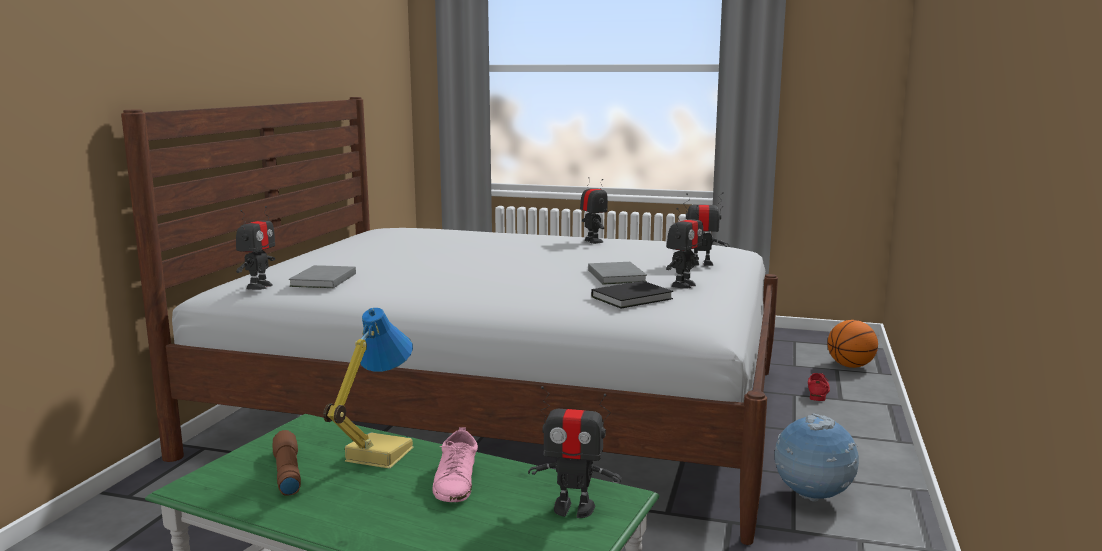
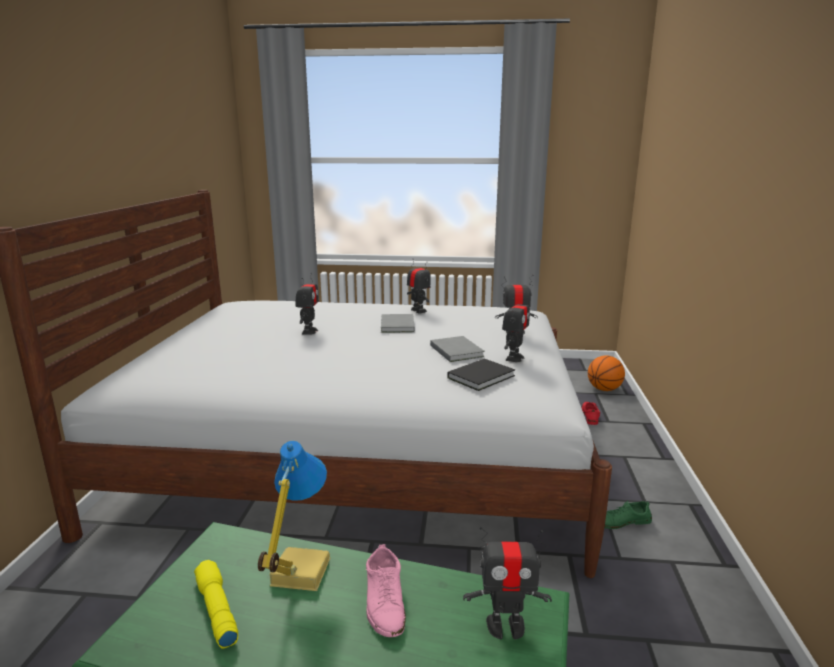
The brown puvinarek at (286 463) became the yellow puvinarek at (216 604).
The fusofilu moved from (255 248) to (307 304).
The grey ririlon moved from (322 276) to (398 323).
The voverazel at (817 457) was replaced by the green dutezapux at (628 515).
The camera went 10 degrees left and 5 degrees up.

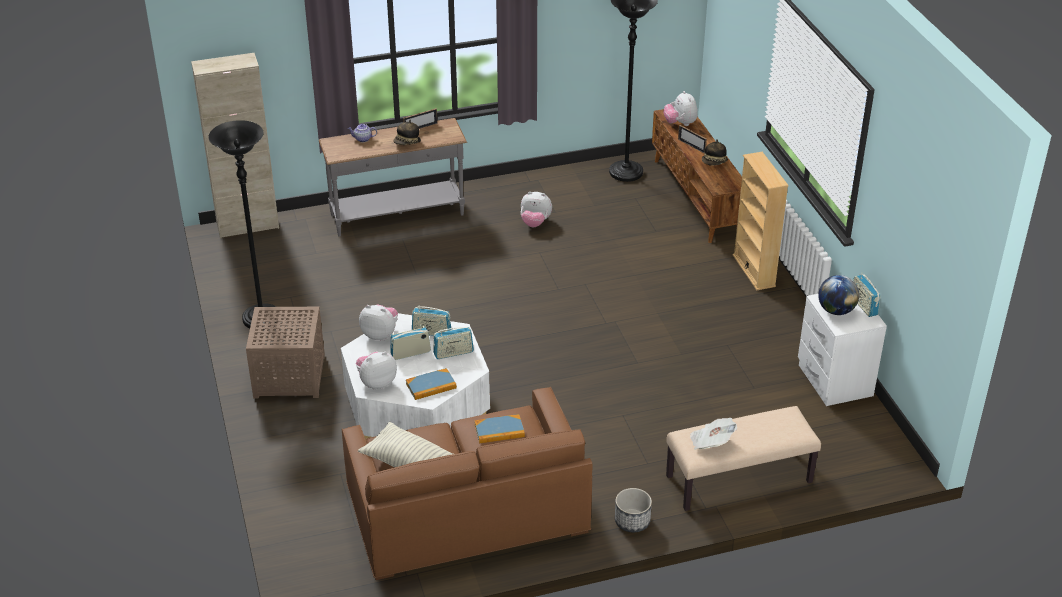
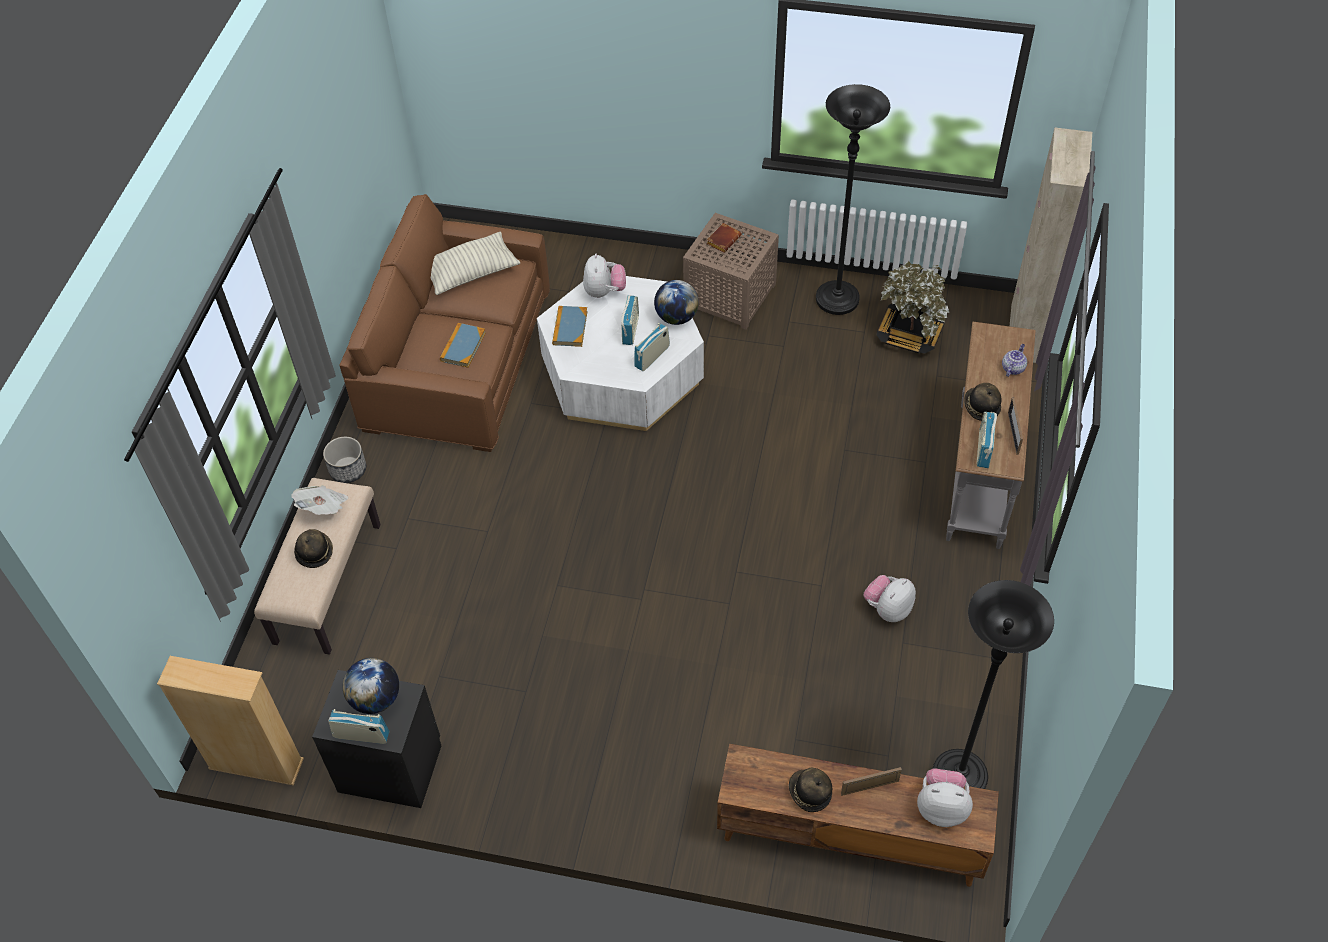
The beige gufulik moved from (761 221) to (230 721).
The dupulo at (313 548) appeared.
The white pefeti at (842 350) became the black pefeti at (376 739).
The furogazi at (378 322) was replaced by the voverazel at (676 302).
The brown ririlon at (723 238) appeared.
The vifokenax at (913 307) appeared.
The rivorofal moved from (453 343) to (987 440).
The camera went 120 degrees right and 15 degrees up.

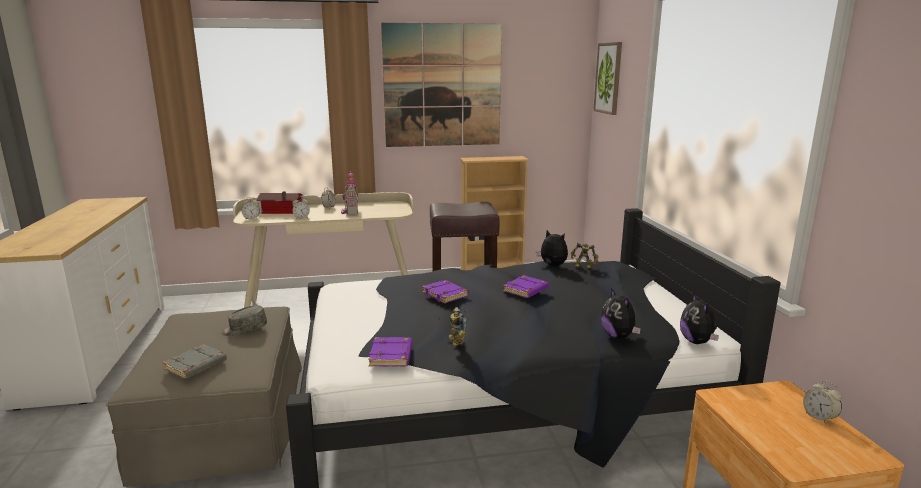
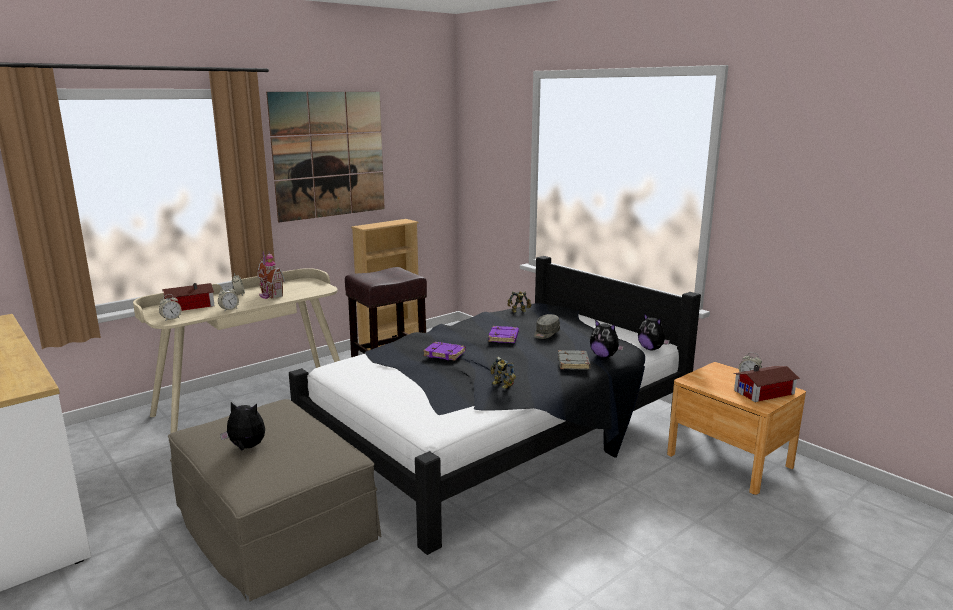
The furogazi moved from (552 248) to (242 426).
The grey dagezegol moved from (244 320) to (547 326).
The grey ririlon moved from (195 361) to (574 360).
The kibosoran at (766 383) appeared.
The purple ririlon at (390 352) disappeared.
The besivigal at (607 78) disappeared.
The camera went 30 degrees left and 0 degrees up.

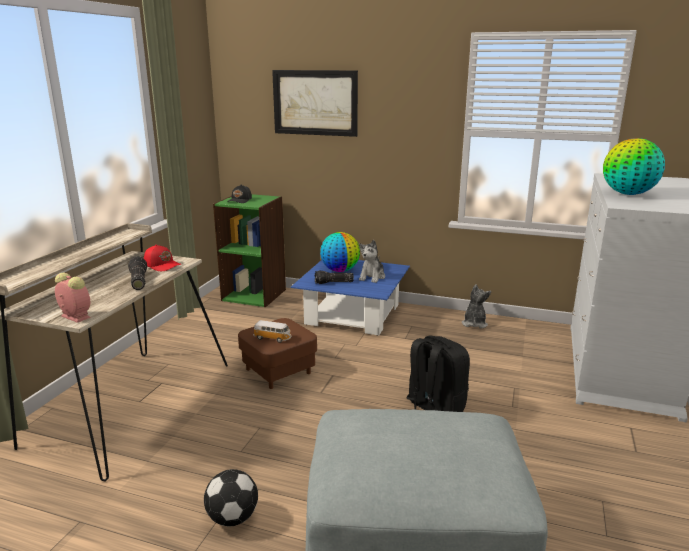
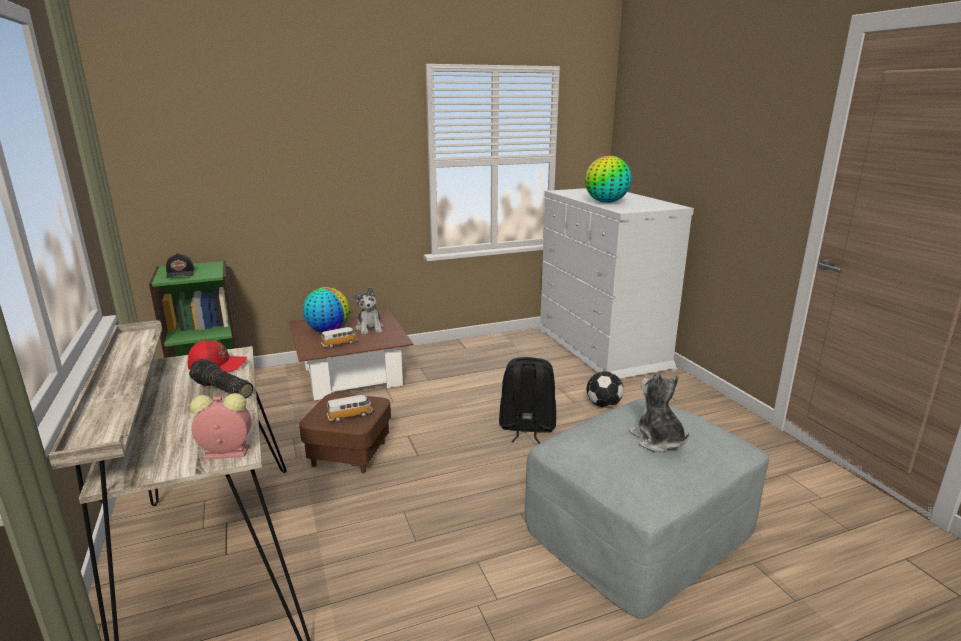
The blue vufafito at (350 298) became the brown vufafito at (351 355).
The puvinarek at (334 277) was replaced by the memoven at (339 338).
The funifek moved from (231 497) to (605 389).
The furogazi moved from (476 306) to (659 411).
The besivigal at (315 103) disappeared.
The camera went 40 degrees left and 0 degrees up.

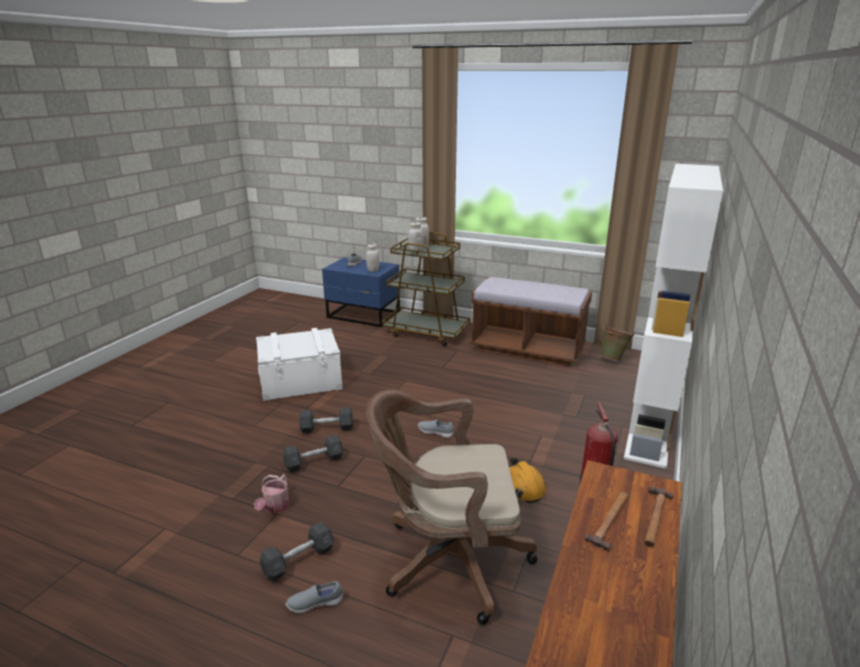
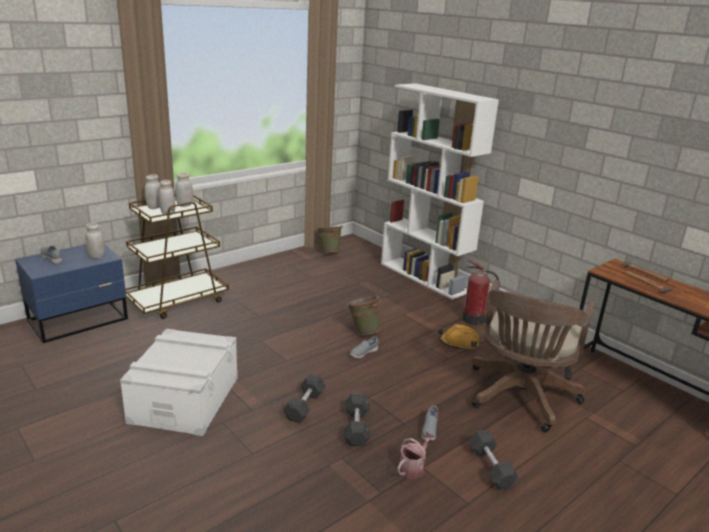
The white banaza at (184 190) appeared.
The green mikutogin at (364 314) appeared.
The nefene at (272 494) turned 90 degrees counterclockwise.
The grey dutezapux moved from (314 597) to (429 423).
The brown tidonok at (531 322) disappeared.
The camera went 65 degrees left and 0 degrees up.

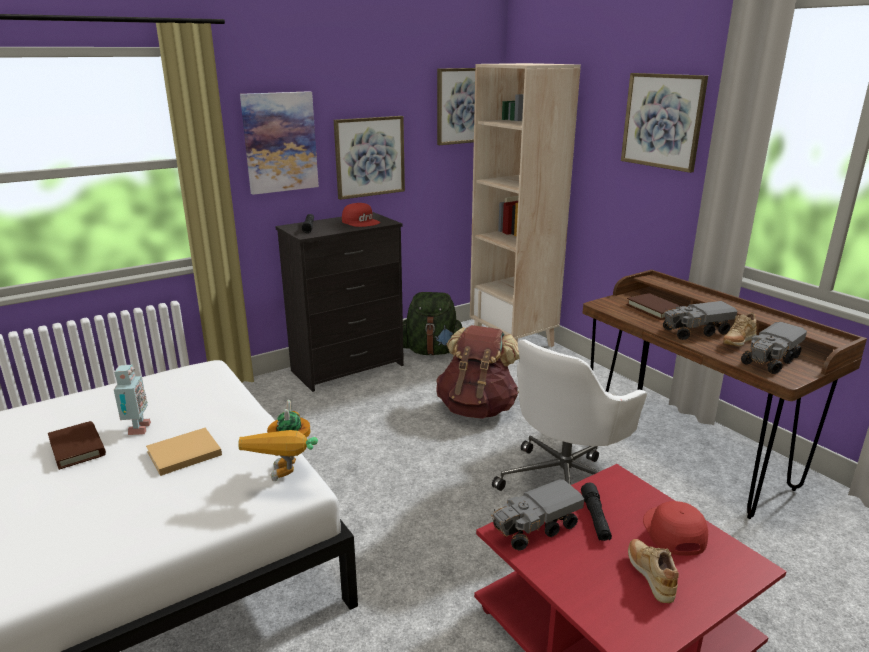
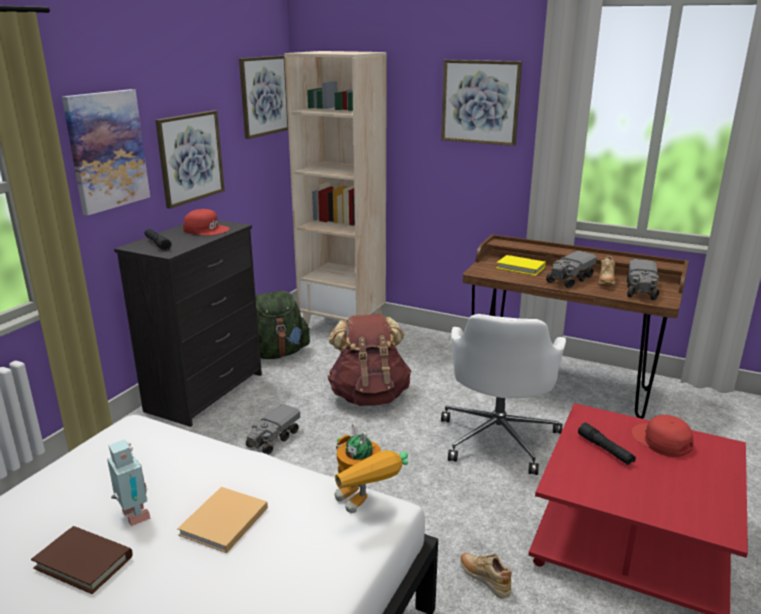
The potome moved from (537 515) to (273 429).
The beige dutezapux moved from (653 571) to (486 576).
The brown ririlon at (653 306) became the yellow ririlon at (521 265).
The camera went 30 degrees left and 0 degrees up.

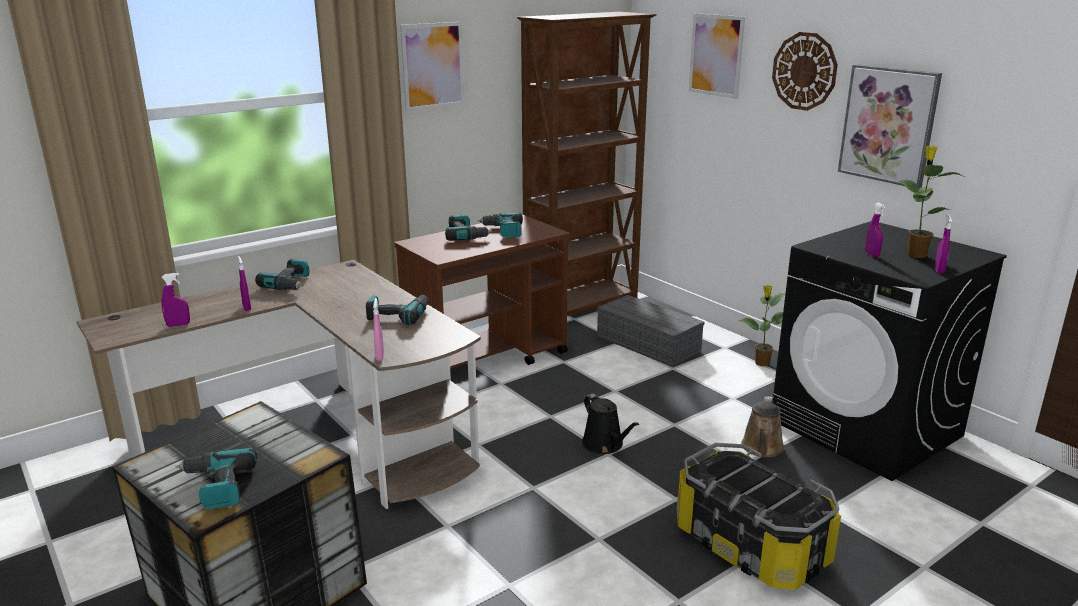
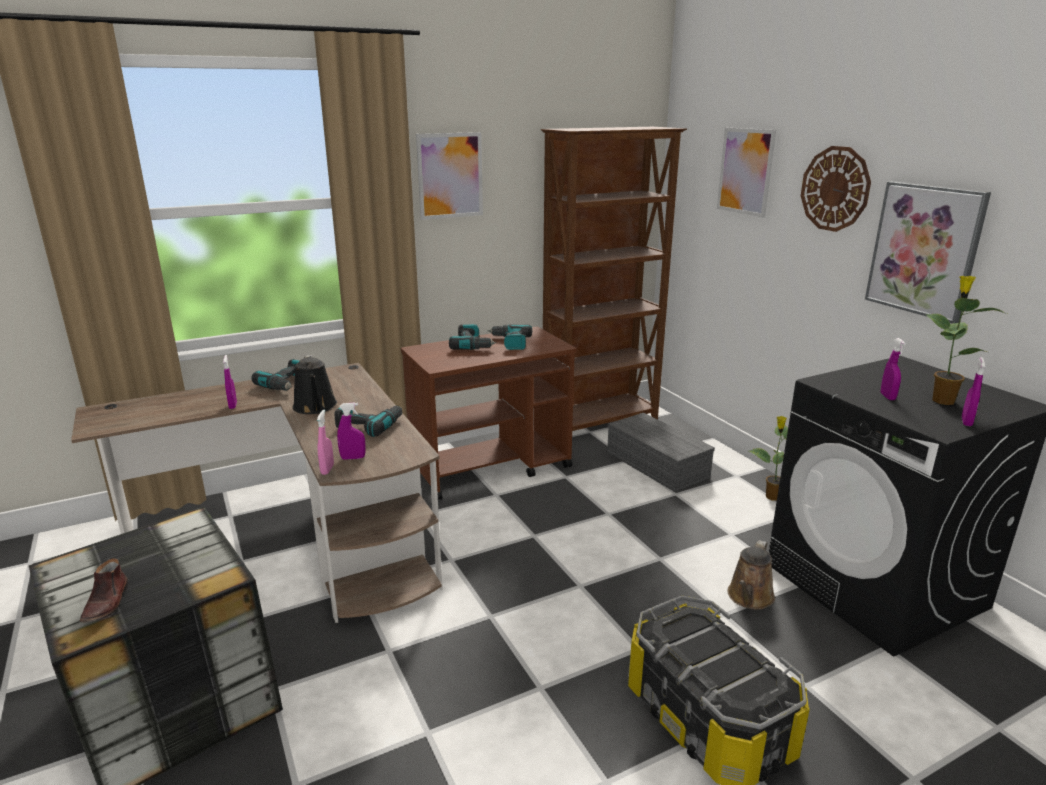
The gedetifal at (216 478) was replaced by the brown dutezapux at (103 590).
The black nefene moved from (610 423) to (315 384).
The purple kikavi moved from (175 300) to (351 431).
The camera went 10 degrees right and 0 degrees up.

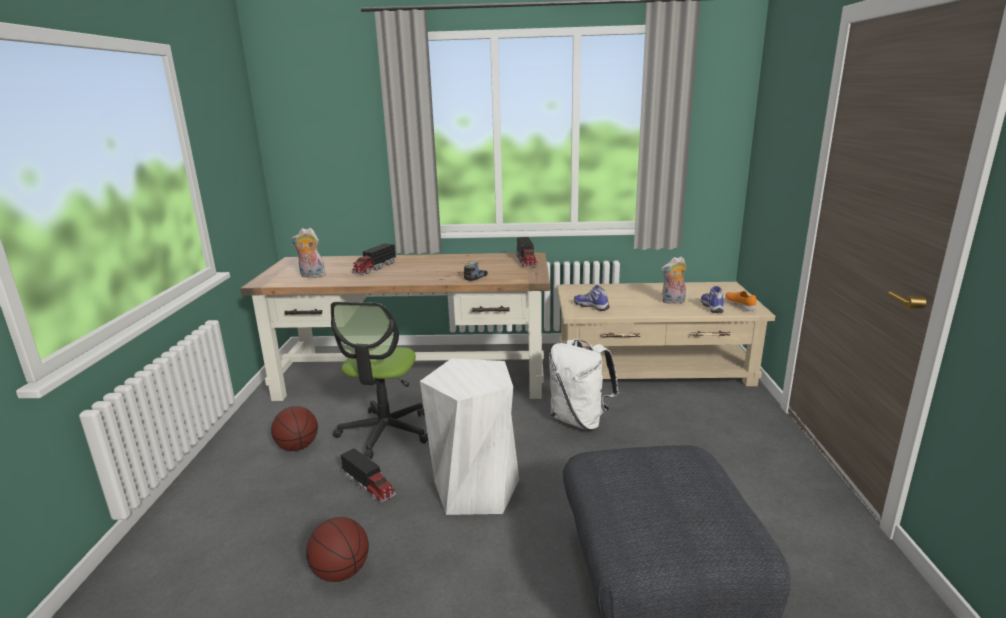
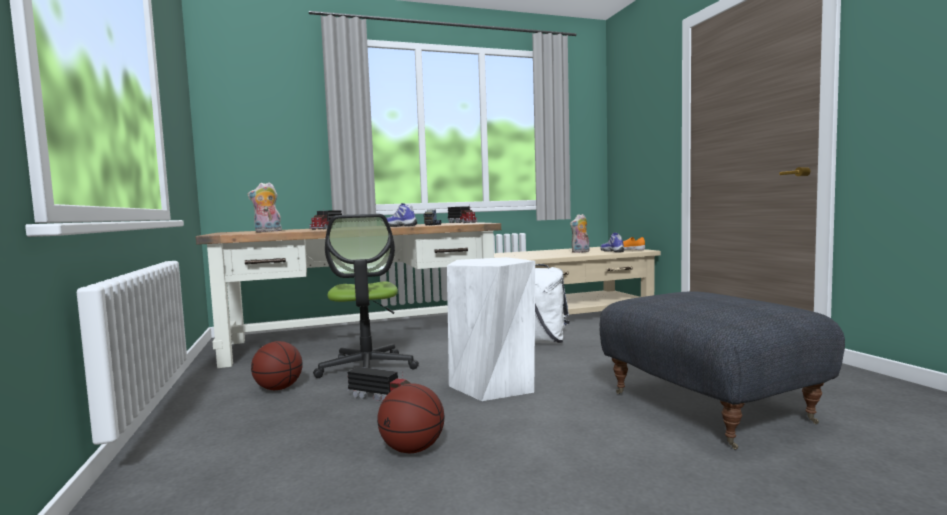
The dutezapux moved from (592 298) to (402 215).
The camera went 20 degrees left and 15 degrees down.

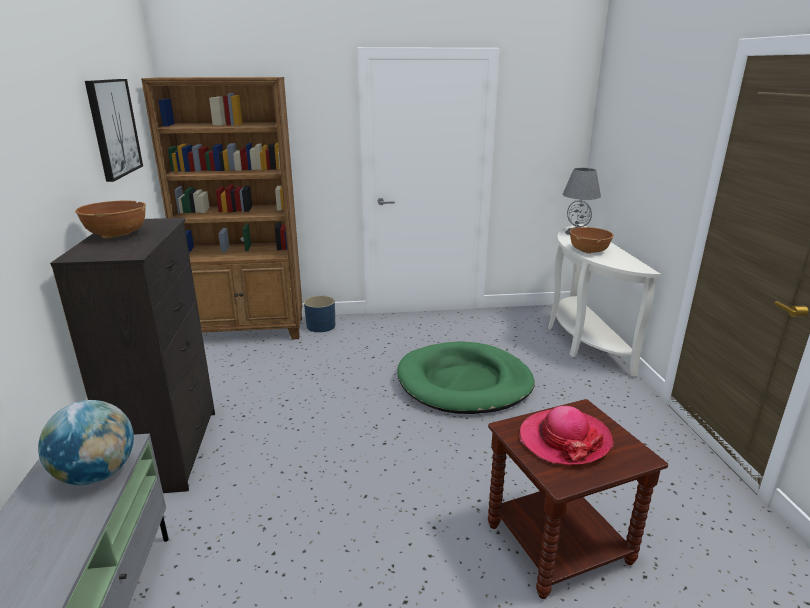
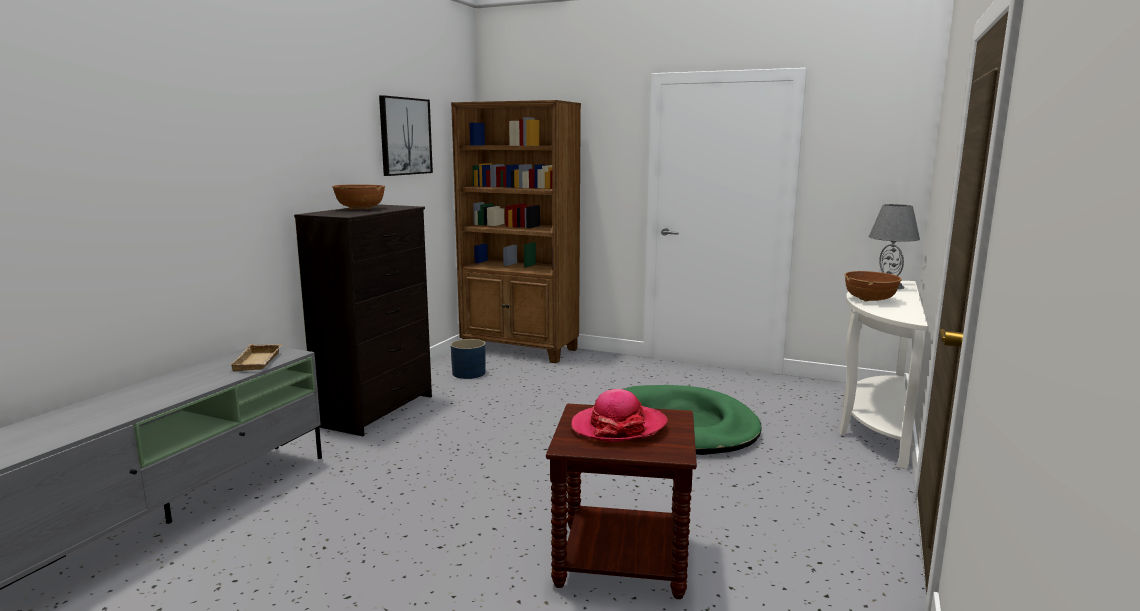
The voverazel at (86 442) was replaced by the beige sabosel at (255 358).
The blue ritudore moved from (319 314) to (468 359).
The camera went 30 degrees right and 10 degrees down.

